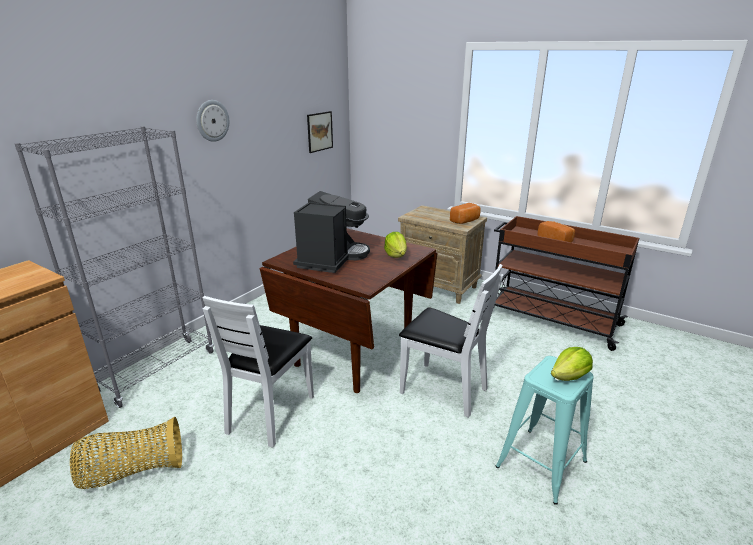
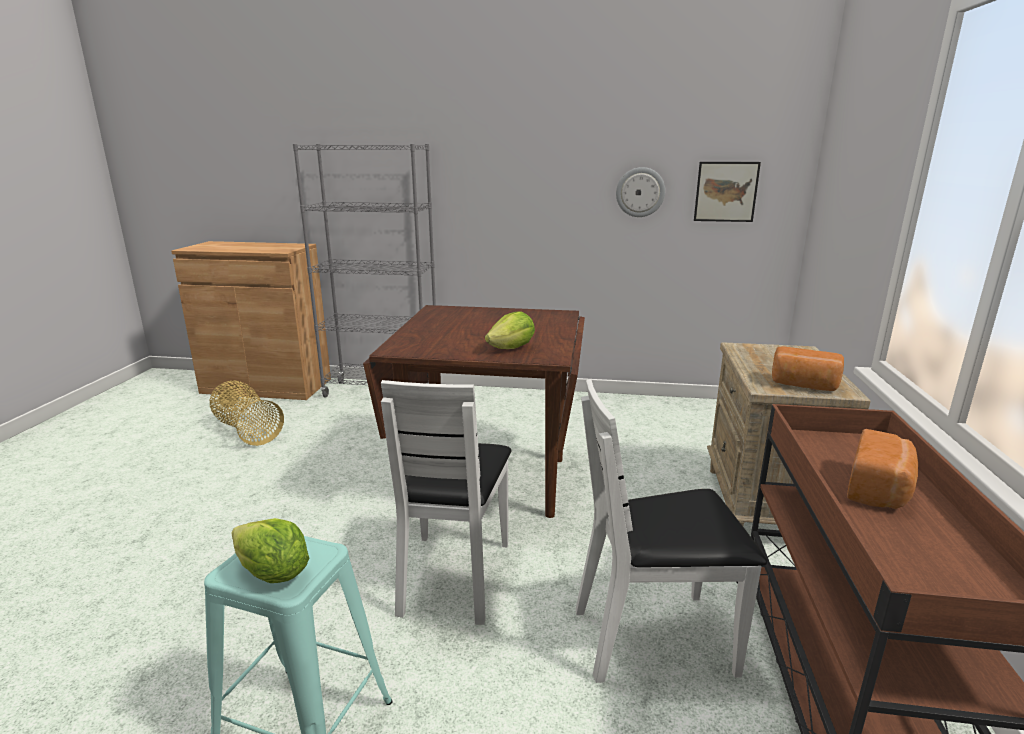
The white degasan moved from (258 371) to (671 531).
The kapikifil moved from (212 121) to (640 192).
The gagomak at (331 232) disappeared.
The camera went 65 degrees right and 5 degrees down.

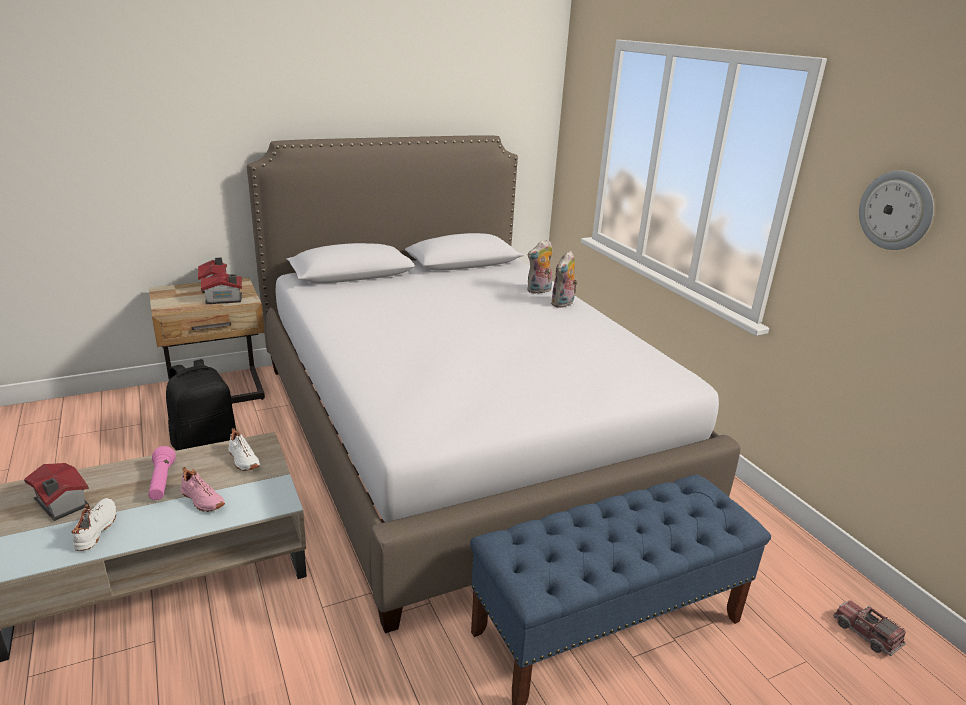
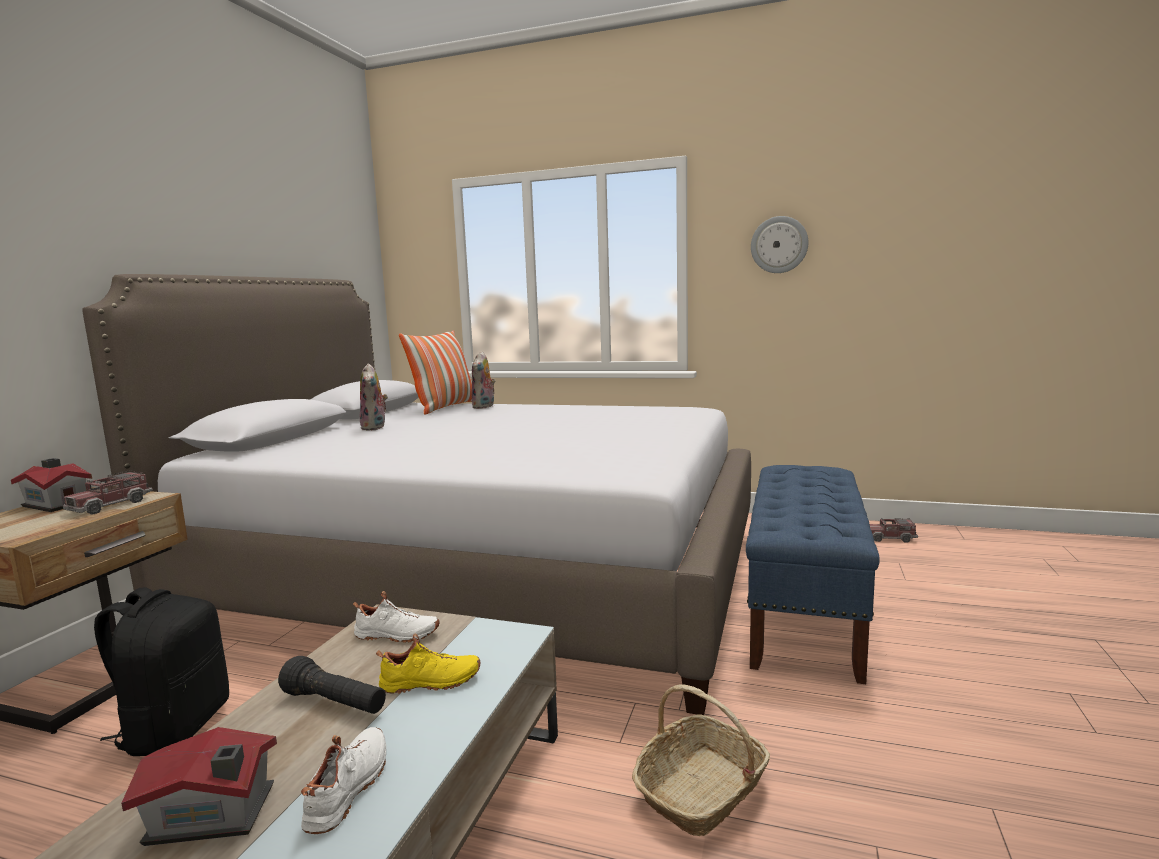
The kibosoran at (221 288) was replaced by the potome at (108 492).
The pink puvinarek at (162 473) became the black puvinarek at (332 685).
The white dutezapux at (94 524) turned 60 degrees clockwise.
The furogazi moved from (564 279) to (374 397).
The pink dutezapux at (203 489) became the yellow dutezapux at (428 664).
The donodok at (435 372) appeared.
The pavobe at (701 760) appeared.
The camera went 45 degrees left and 15 degrees down.

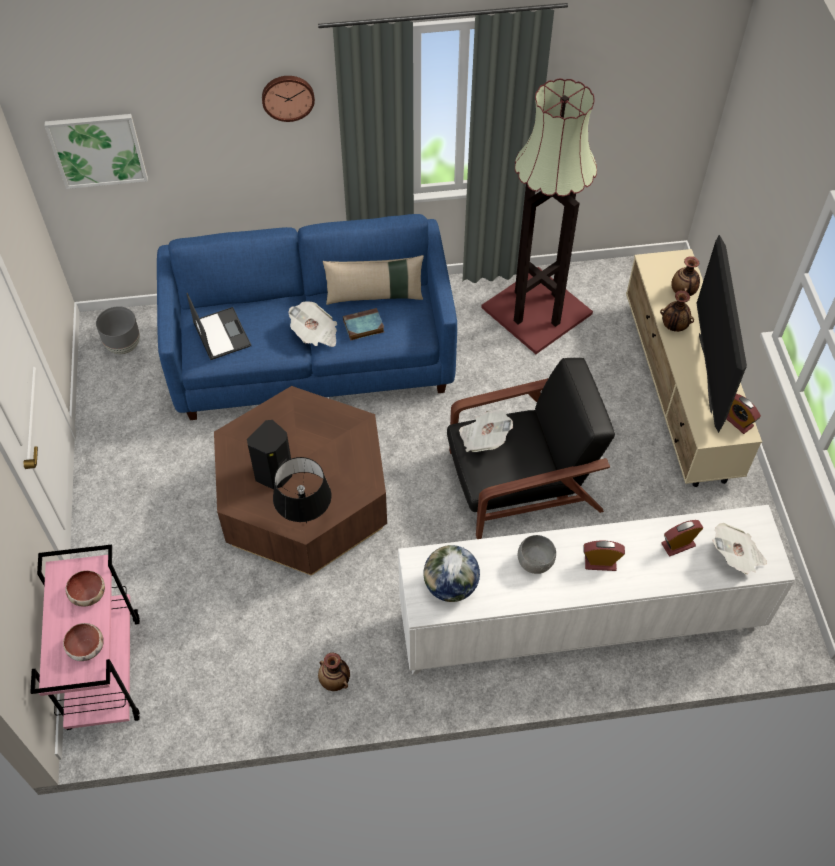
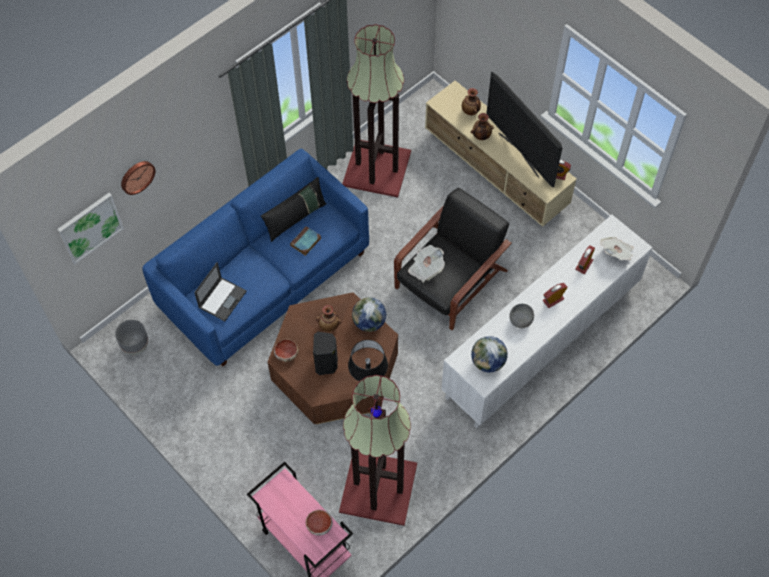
The kapikifil moved from (288 99) to (138 178).
The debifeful at (218 326) turned 90 degrees clockwise.
The beige donodok at (373 280) became the black donodok at (294 209).
The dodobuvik moved from (85 588) to (286 351).
The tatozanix moved from (334 672) to (329 318).
The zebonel at (378 450) appeared.
The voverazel at (369 314) appeared.
The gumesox at (313 324) disappeared.
The camera went 35 degrees left and 5 degrees up.

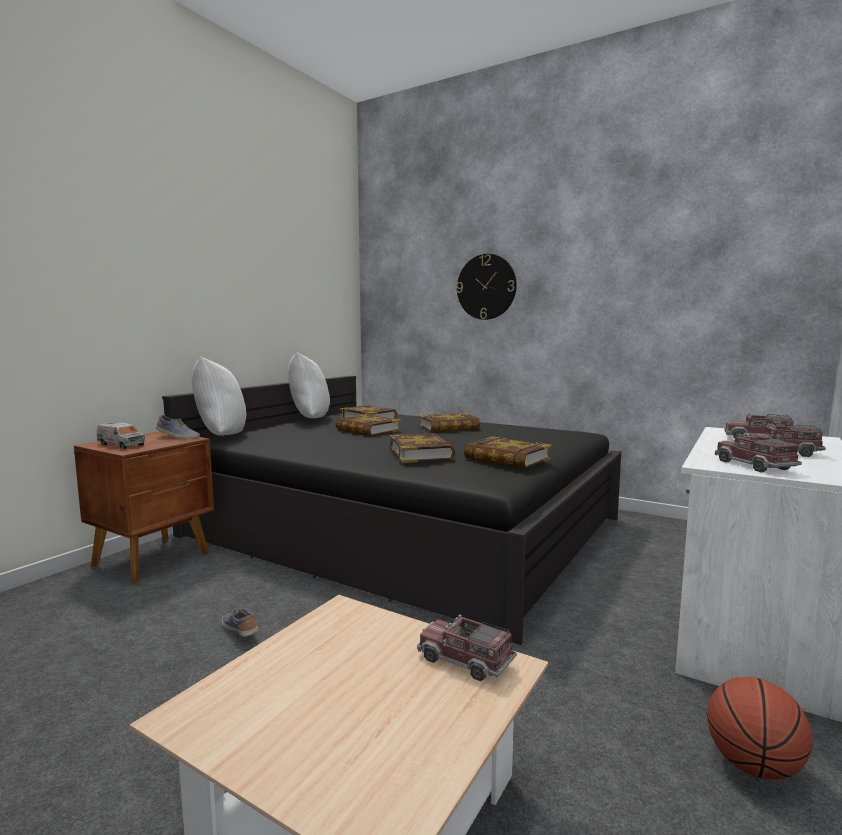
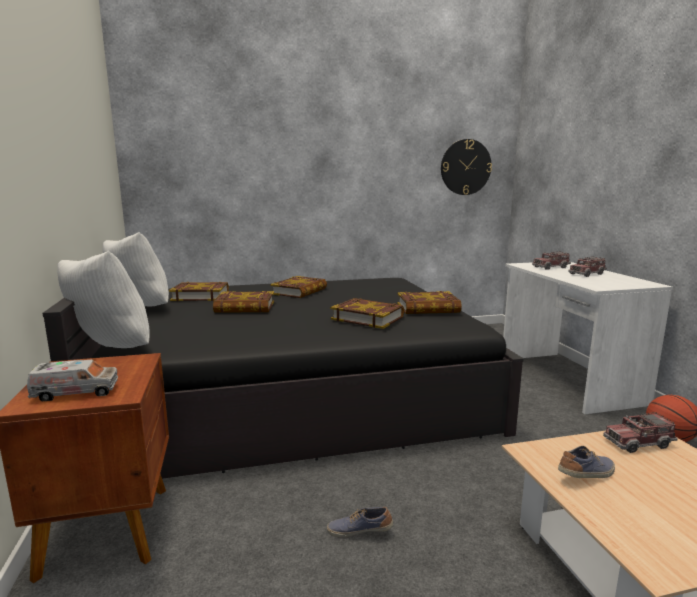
The kapikifil moved from (486 287) to (466 167).
The dutezapux moved from (178 427) to (586 462).
The potome at (758 452) disappeared.
The camera went 45 degrees left and 5 degrees up.

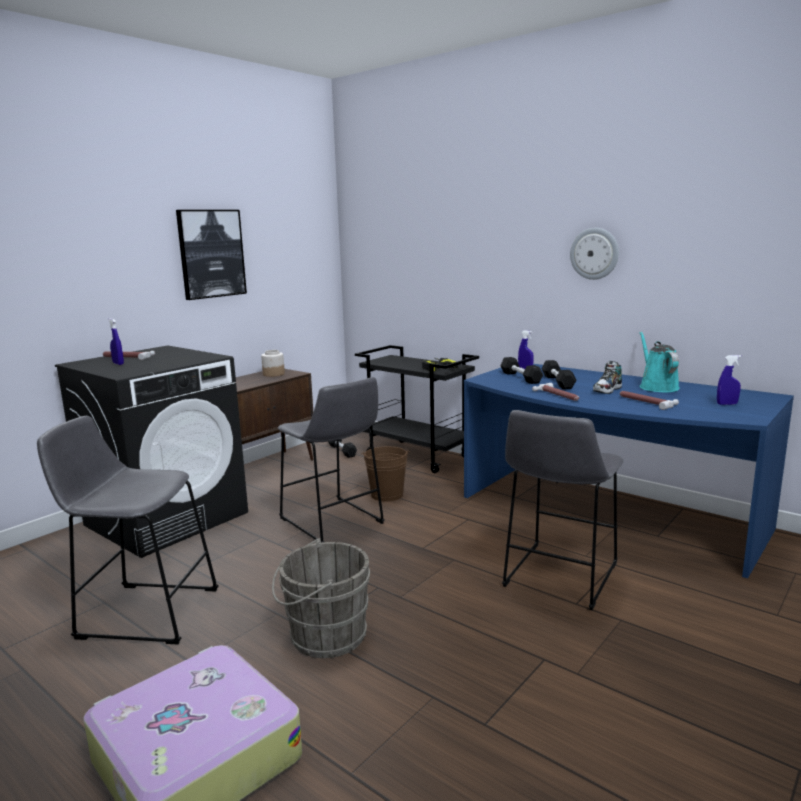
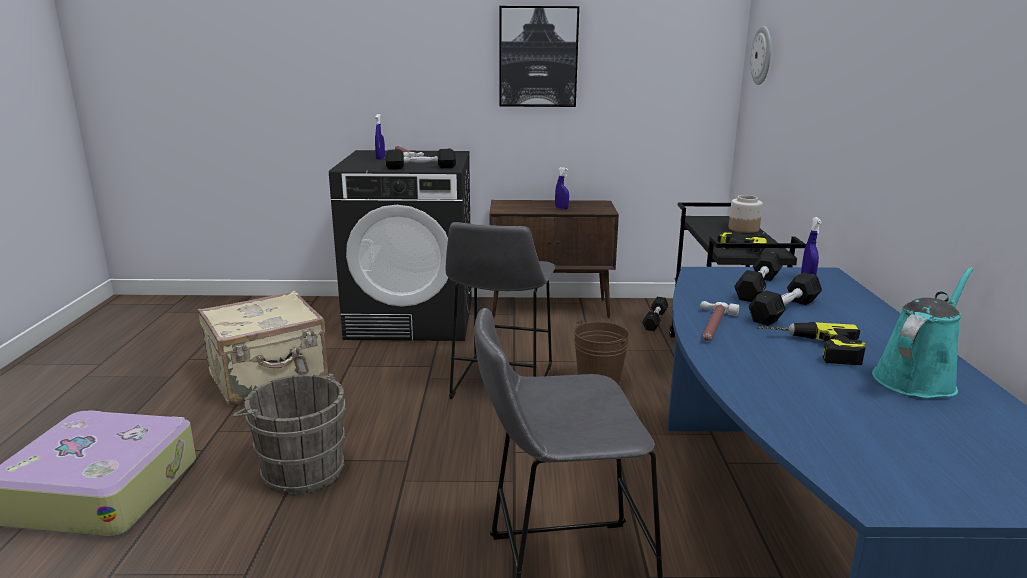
The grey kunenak at (128 530) was replaced by the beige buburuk at (263 348).
The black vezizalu at (420 159) appeared.
The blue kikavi moved from (729 380) to (562 188).
The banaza moved from (273 363) to (746 214).
The kapikifil moved from (594 254) to (761 55).
The dutezapux at (607 377) was replaced by the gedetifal at (811 343).
The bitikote at (649 400) disappeared.
The camera went 50 degrees right and 5 degrees up.

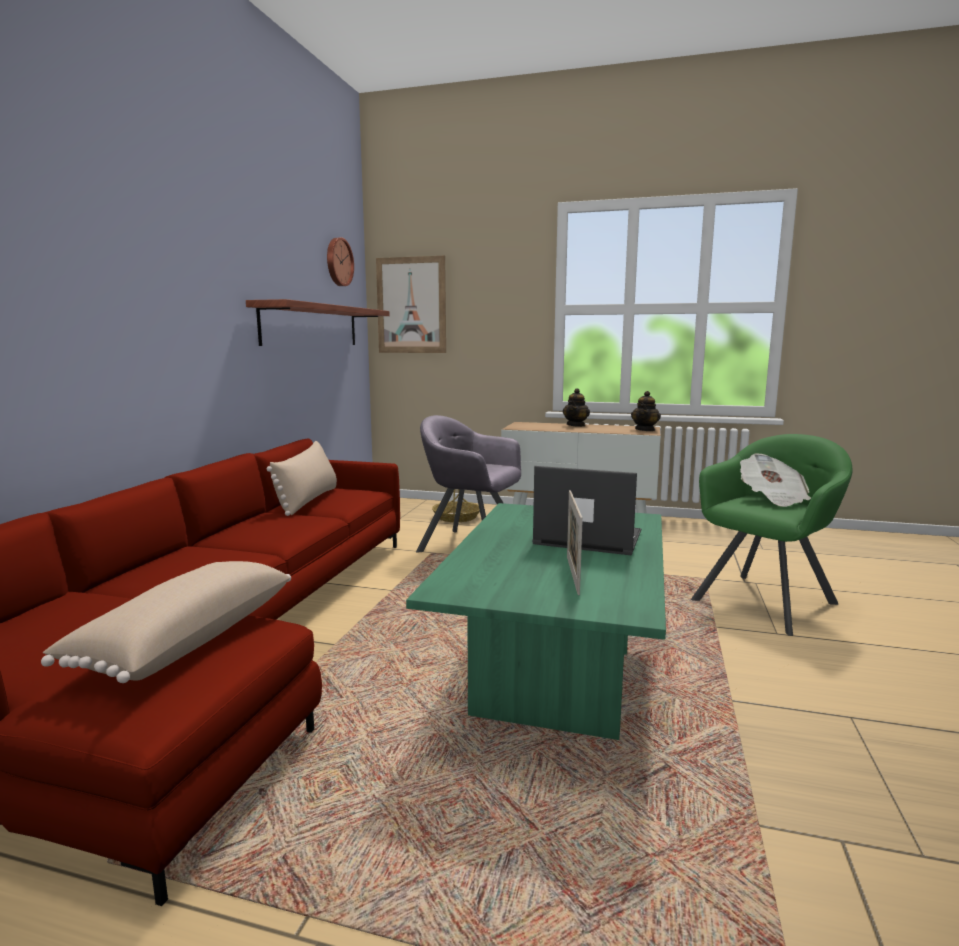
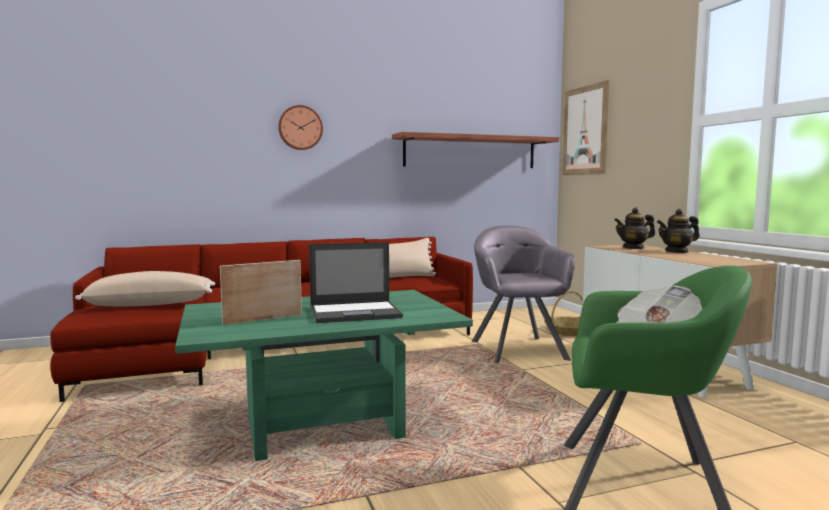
The kapikifil moved from (340 261) to (300 127).
The debifeful at (586 510) turned 90 degrees clockwise.
The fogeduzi moved from (646 411) to (634 228).
The camera went 55 degrees right and 5 degrees down.

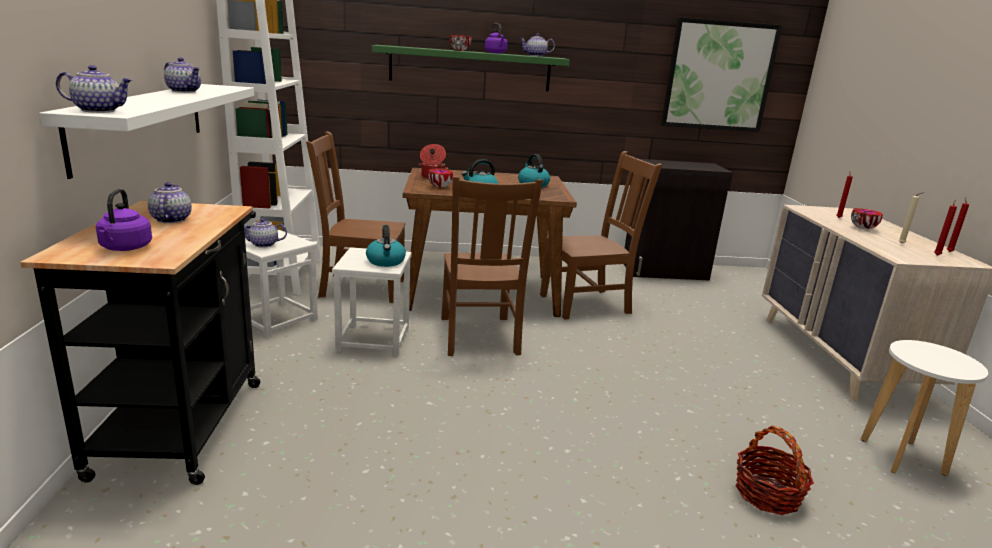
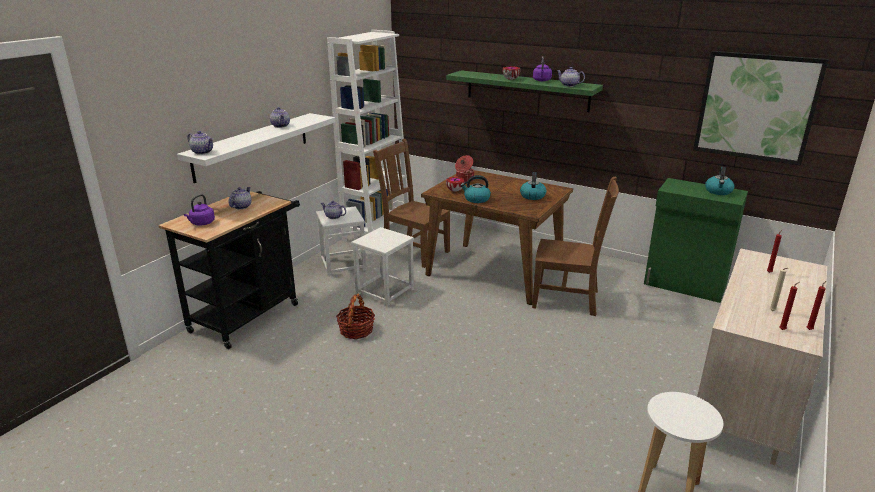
The pavobe moved from (774 470) to (355 316).
The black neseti at (678 220) became the green neseti at (696 240).
The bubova moved from (386 246) to (720 180).
The brown degasan at (492 266) disappeared.
The dodobuvik at (867 218) disappeared.
The camera went 35 degrees right and 5 degrees up.

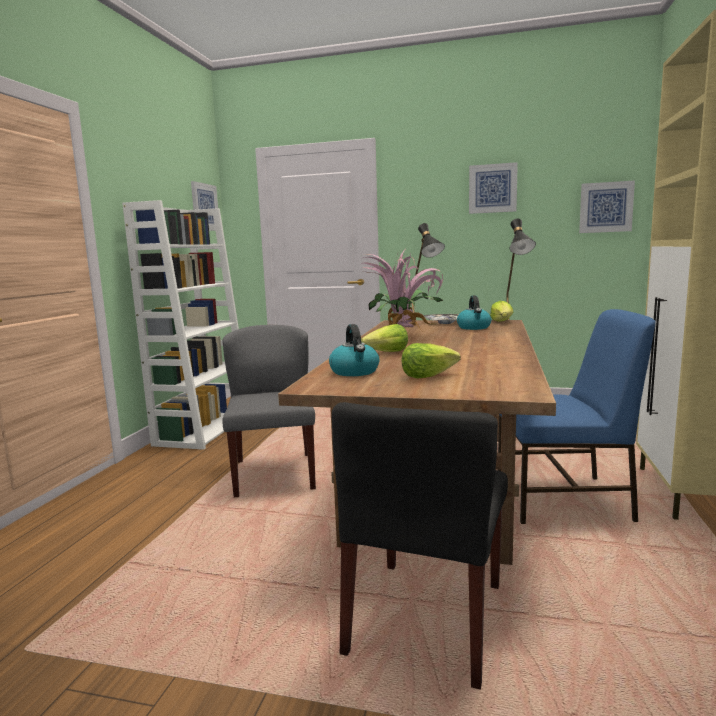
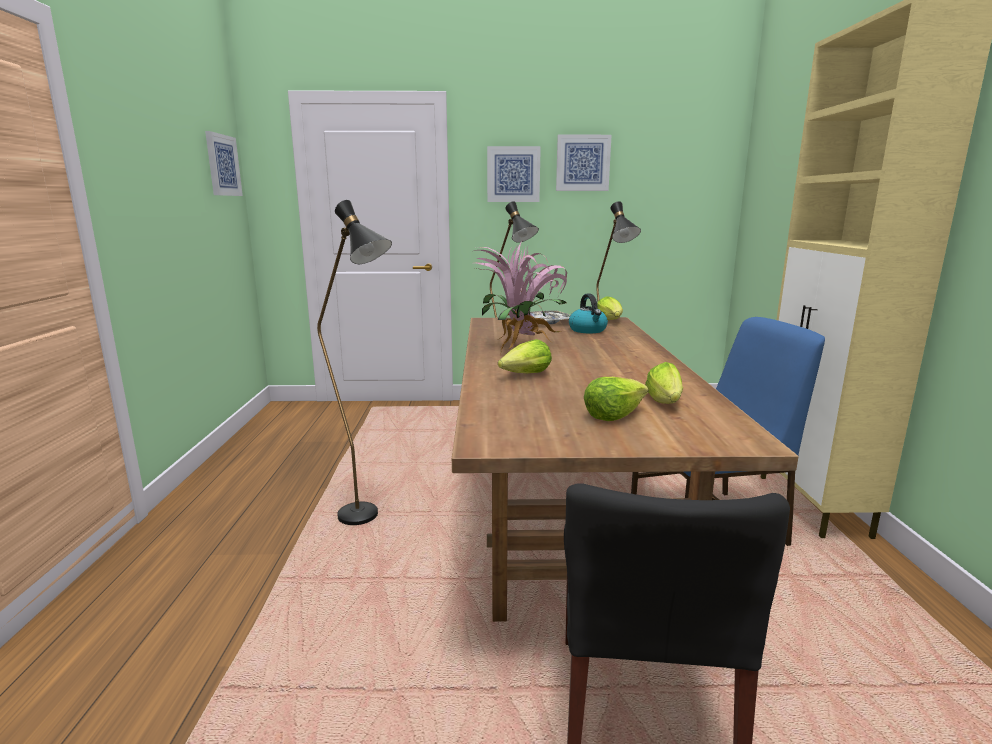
The grey degasan at (269 411) was replaced by the black zebonel at (354 362).
The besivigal moved from (607 207) to (514 174).
The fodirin at (664 383) appeared.
The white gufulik at (180 325) disappeared.
The bubova at (354 350) disappeared.
The camera went 15 degrees left and 5 degrees up.

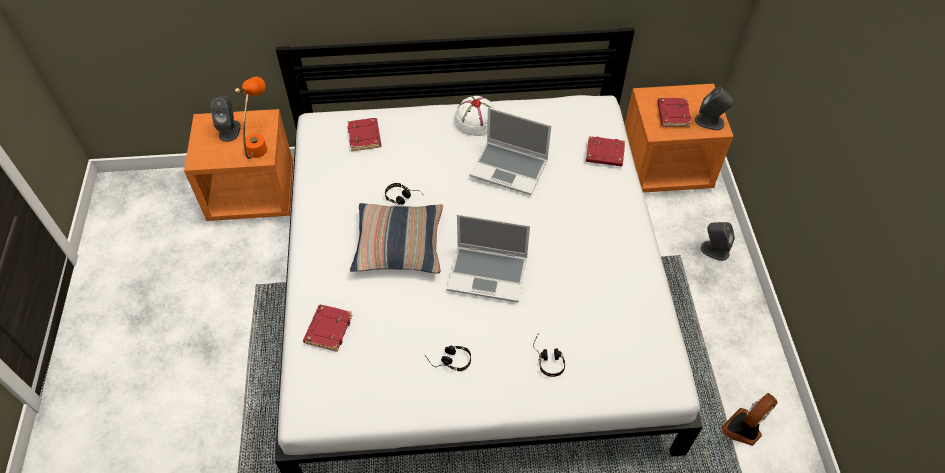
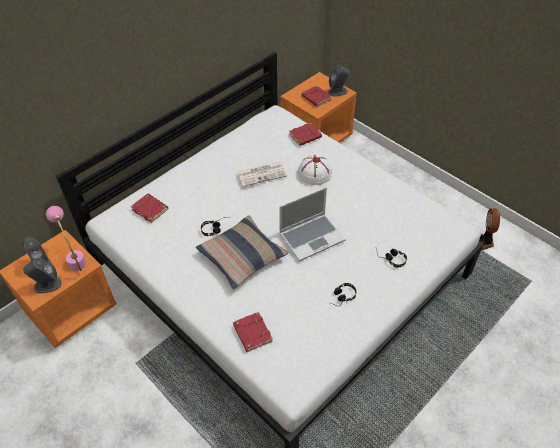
The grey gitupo moved from (718 241) to (42 275).
The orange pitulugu at (251 118) became the pink pitulugu at (66 238).
The debifeful at (510 151) was replaced by the gumesox at (262 174).
The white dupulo moved from (474 116) to (315 170).
The camera went 40 degrees left and 5 degrees down.

